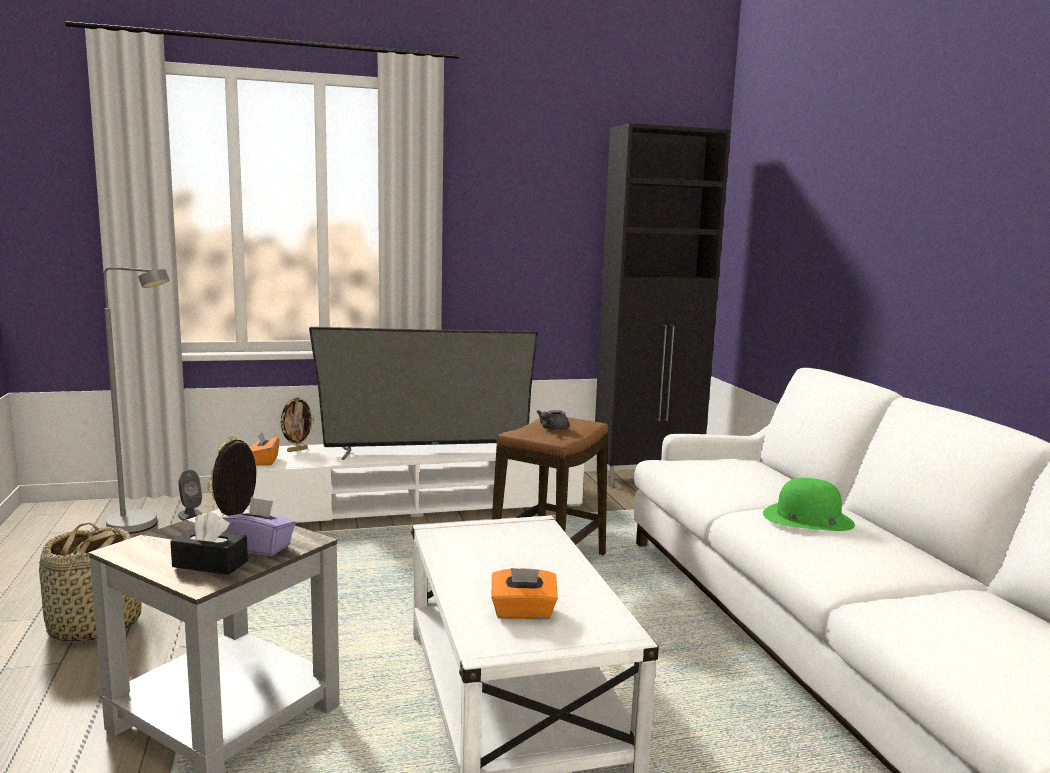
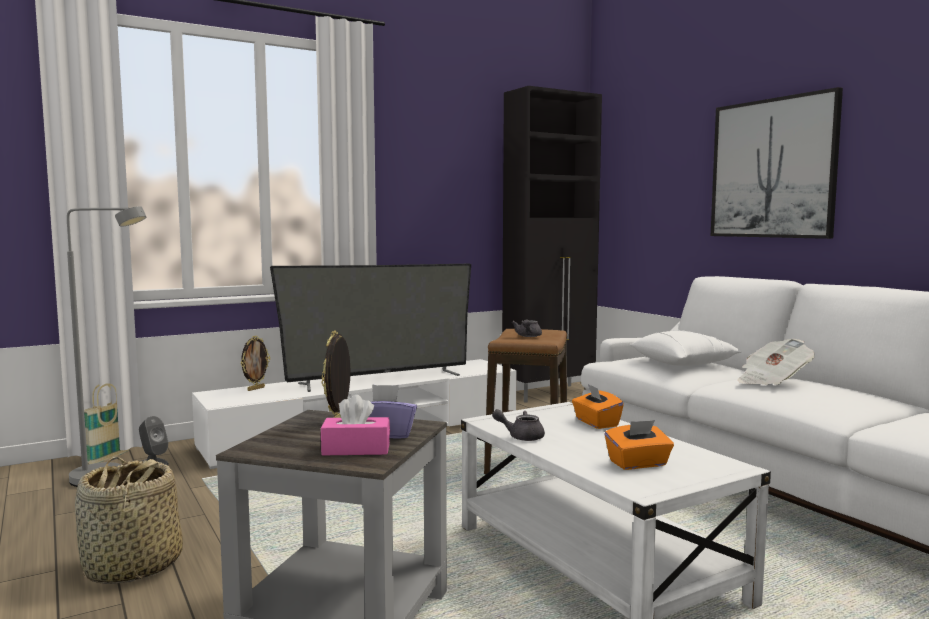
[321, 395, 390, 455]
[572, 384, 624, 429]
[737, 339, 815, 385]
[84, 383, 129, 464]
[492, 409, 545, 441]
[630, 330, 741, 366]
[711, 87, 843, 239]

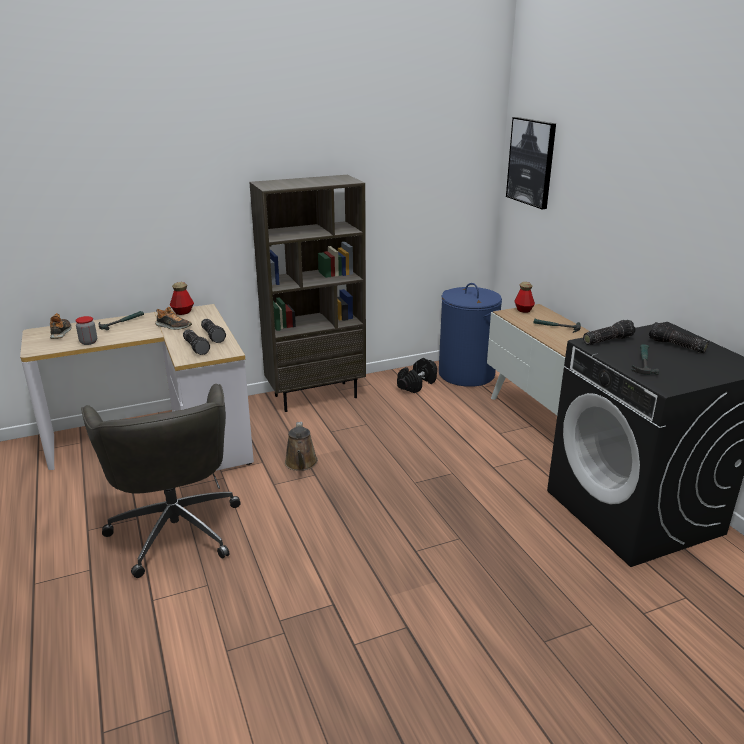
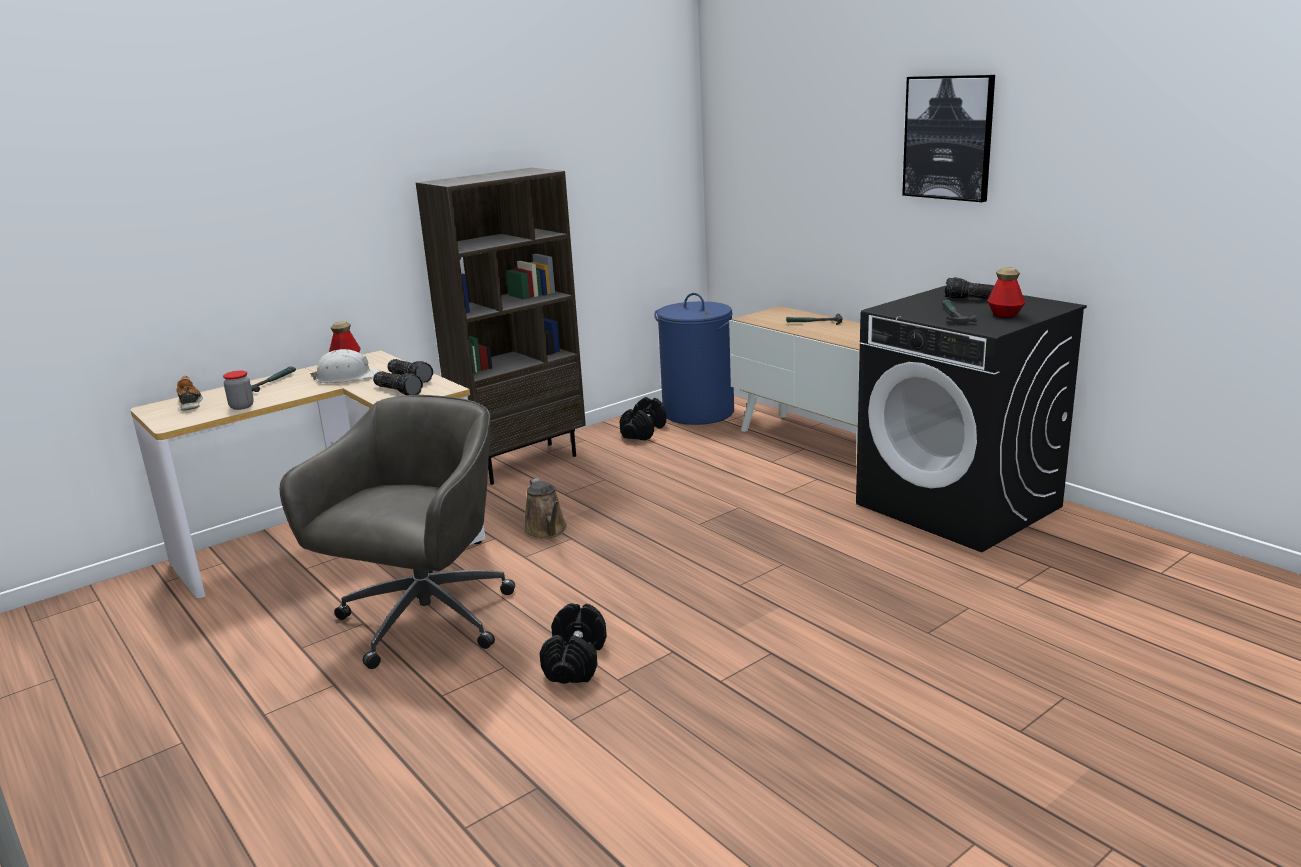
[280, 395, 515, 669]
[310, 349, 380, 383]
[902, 75, 995, 202]
[987, 267, 1025, 318]
[583, 320, 635, 345] (first image)
[540, 603, 607, 684]

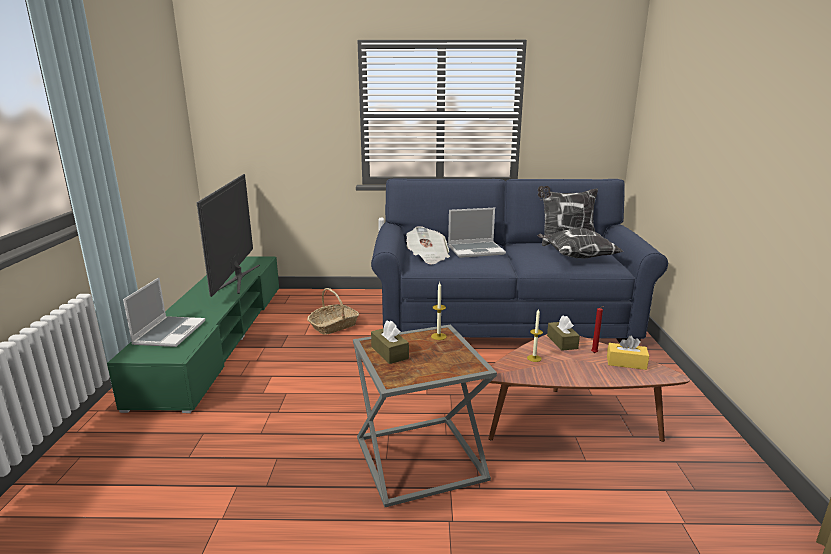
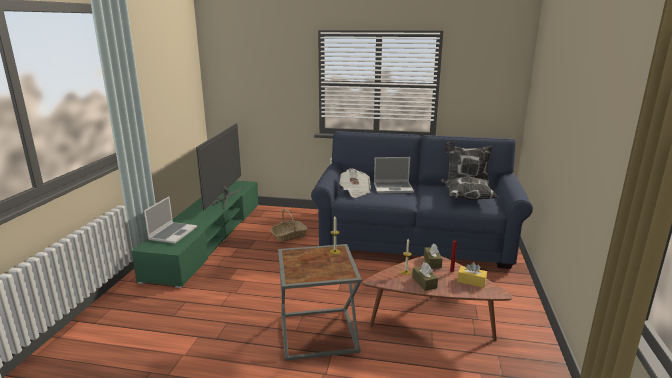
[412, 262, 438, 291]

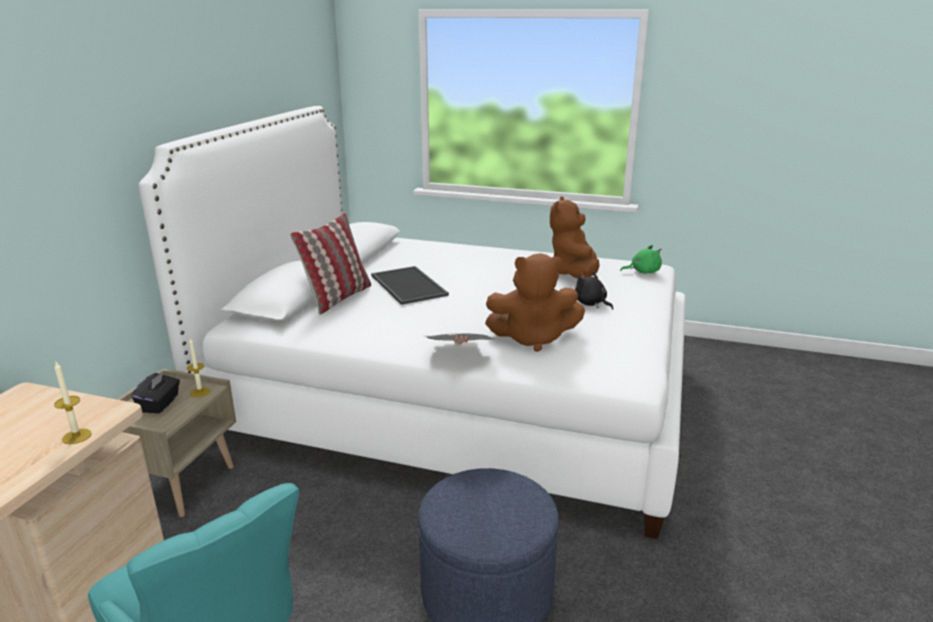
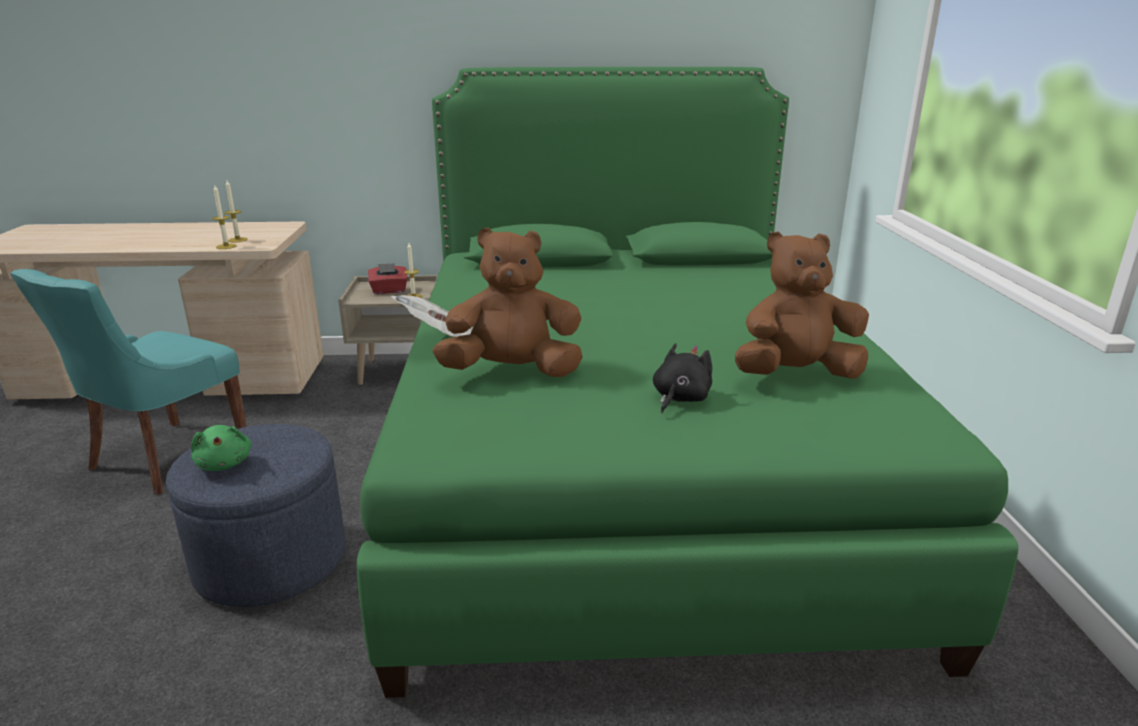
[368, 263, 408, 294]
[357, 67, 1018, 698]
[290, 213, 371, 315] (first image)
[371, 266, 449, 305] (first image)
[433, 227, 583, 377]
[191, 425, 251, 471]
[224, 180, 248, 243]

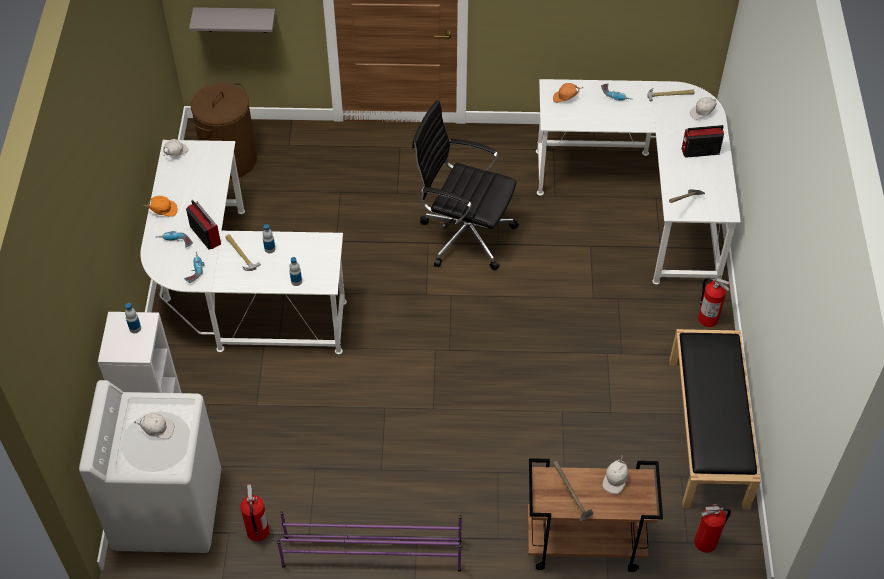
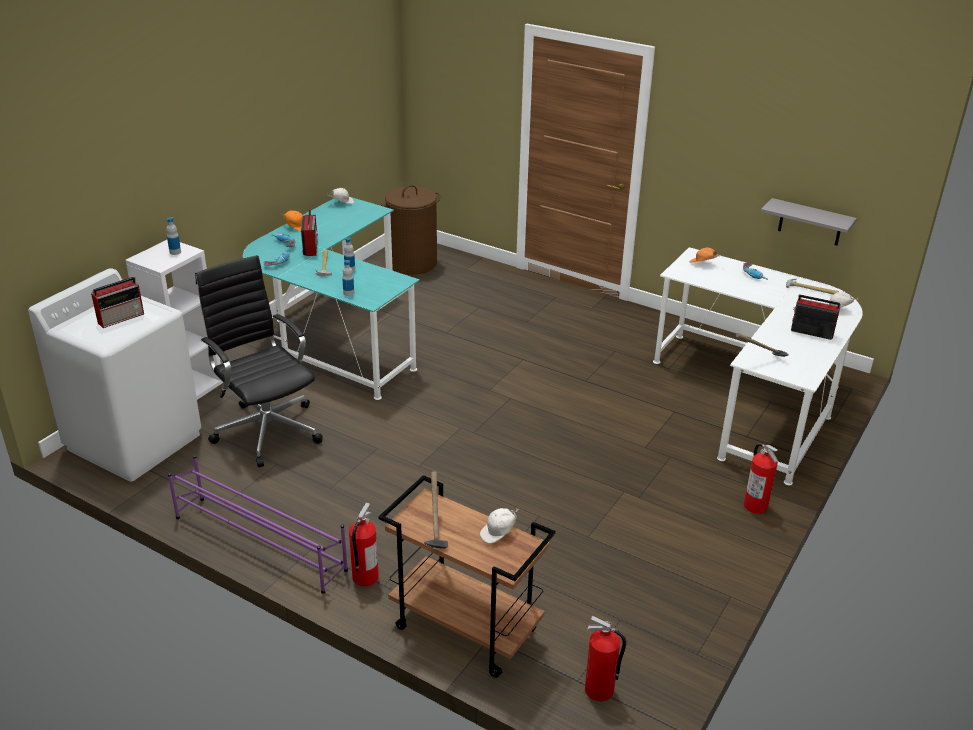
[91, 277, 144, 328]
[243, 197, 419, 400]
[761, 198, 857, 246]
[349, 502, 379, 587]
[195, 255, 323, 467]
[669, 329, 761, 509] (first image)

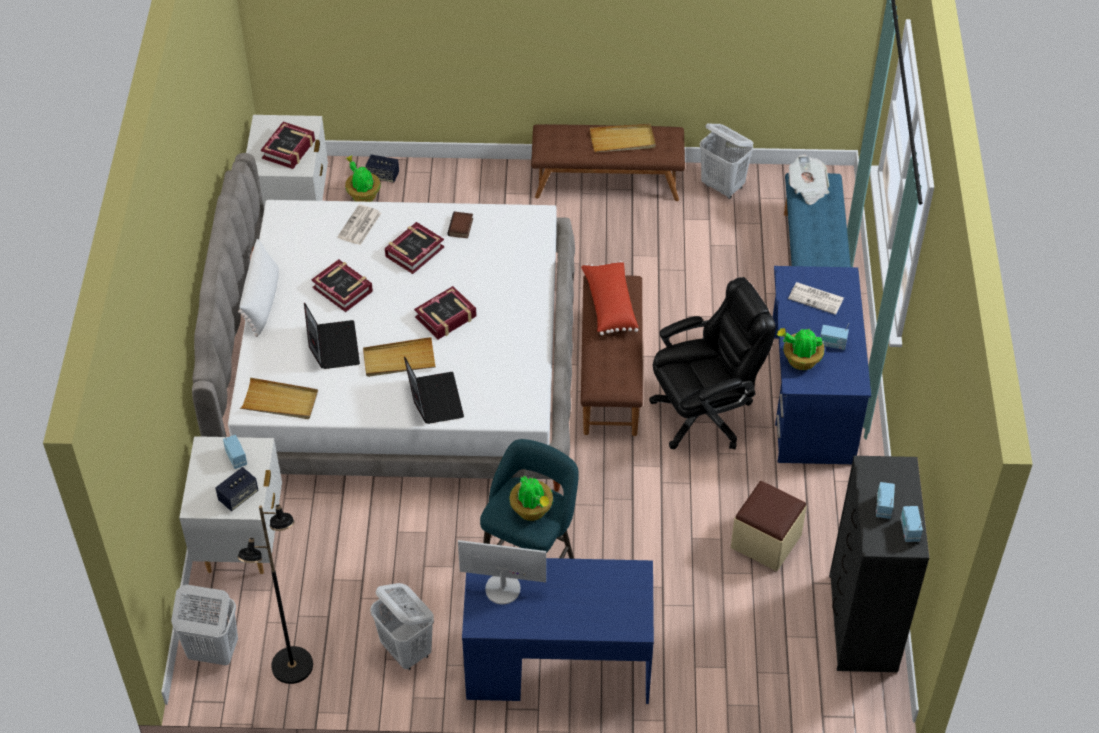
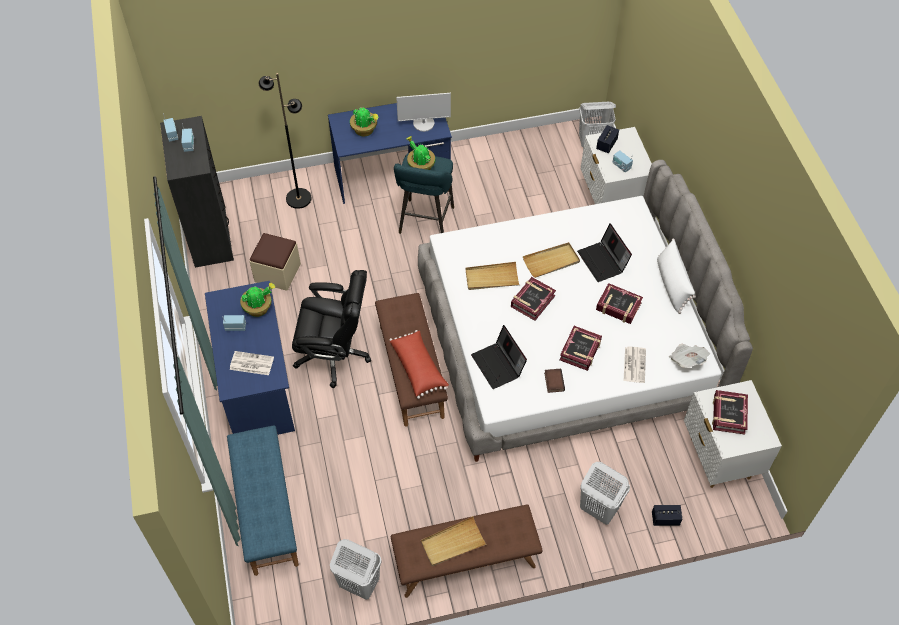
[258, 73, 312, 209]
[465, 262, 519, 290]
[350, 107, 379, 136]
[580, 462, 630, 525]
[471, 325, 527, 389]
[292, 270, 371, 388]
[669, 344, 710, 368]

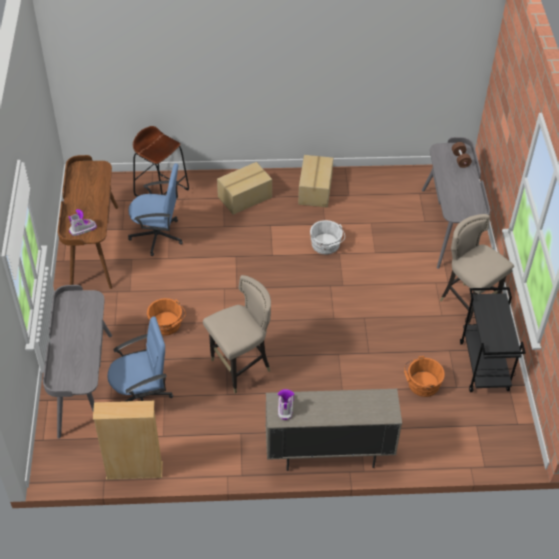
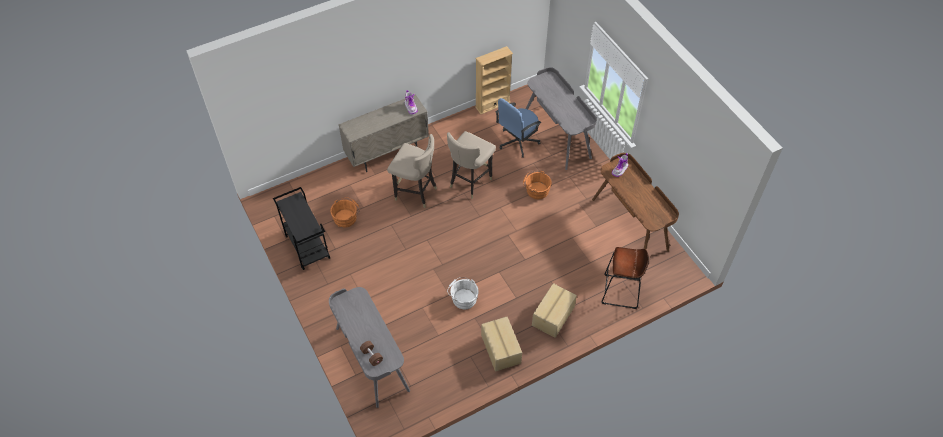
[128, 163, 183, 256] (first image)
[387, 134, 437, 208]

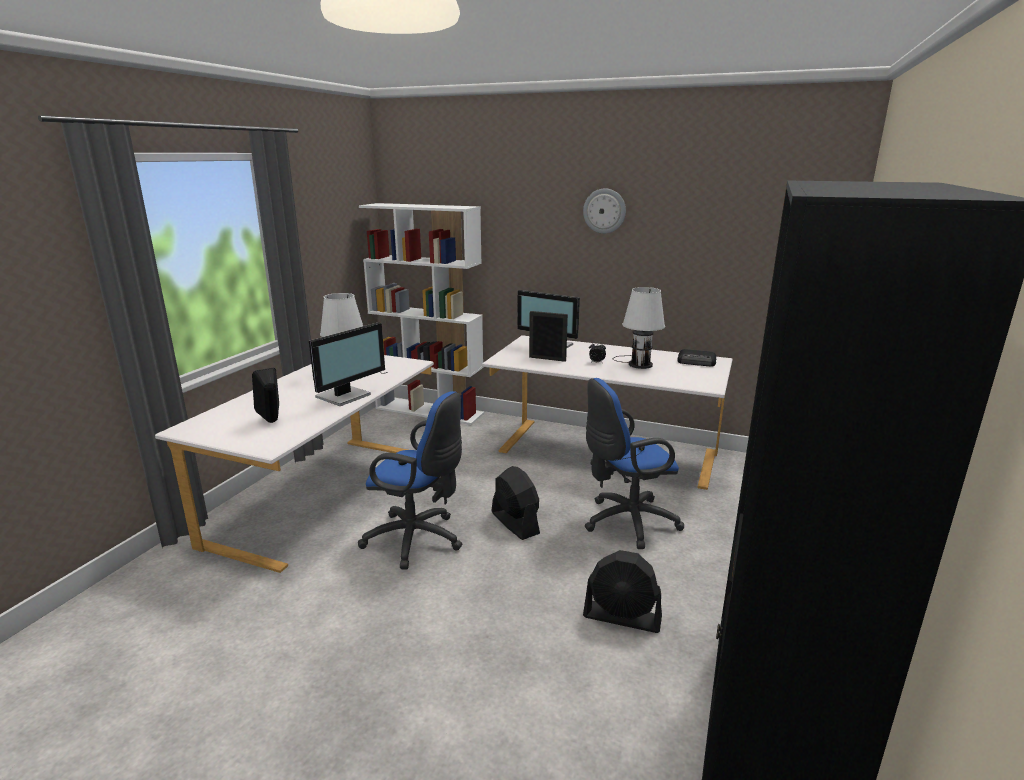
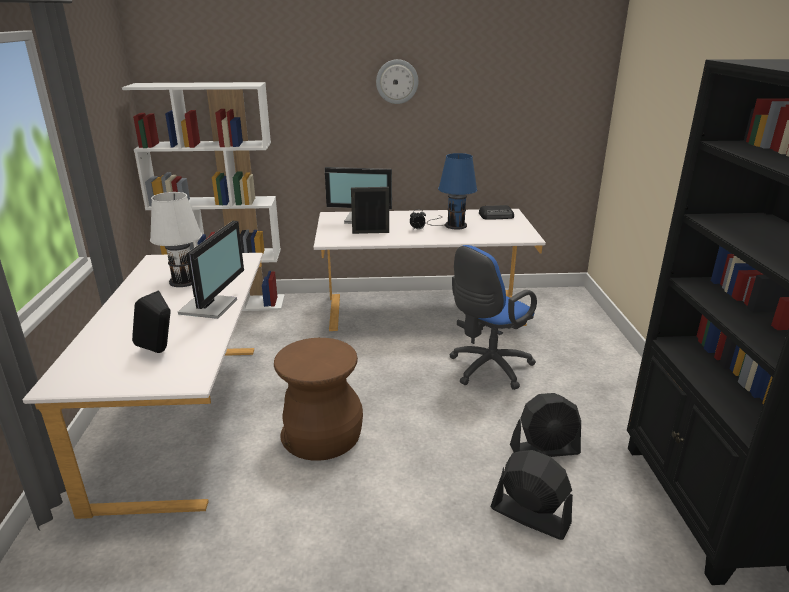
[274, 338, 363, 461]
[491, 450, 573, 540]
[427, 153, 477, 230]

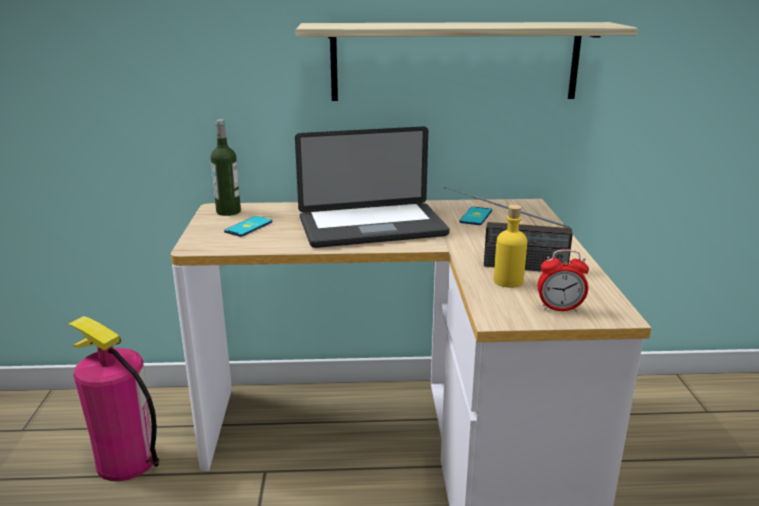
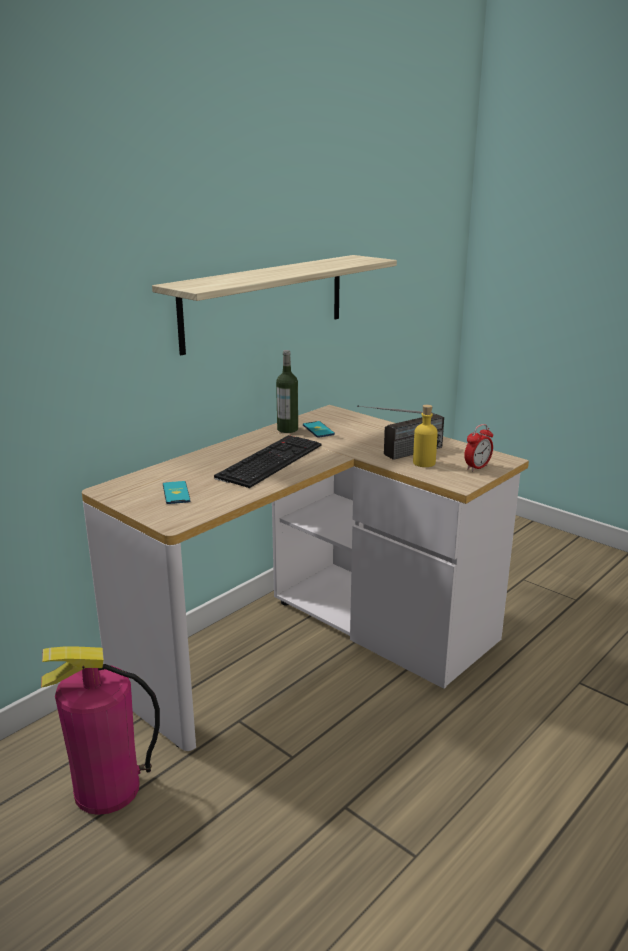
[276, 350, 298, 433]
[214, 435, 321, 488]

